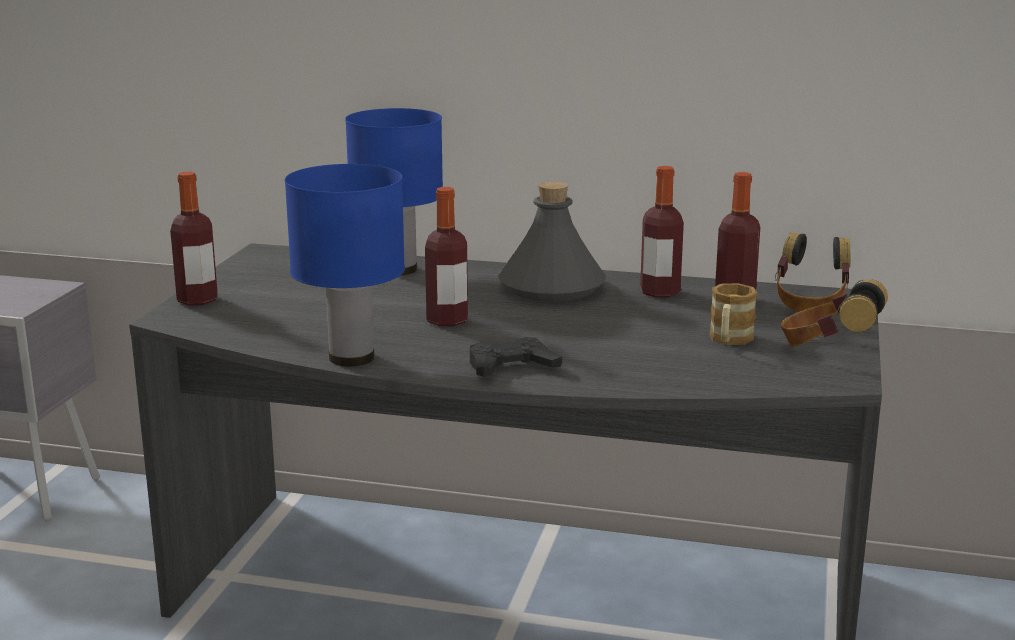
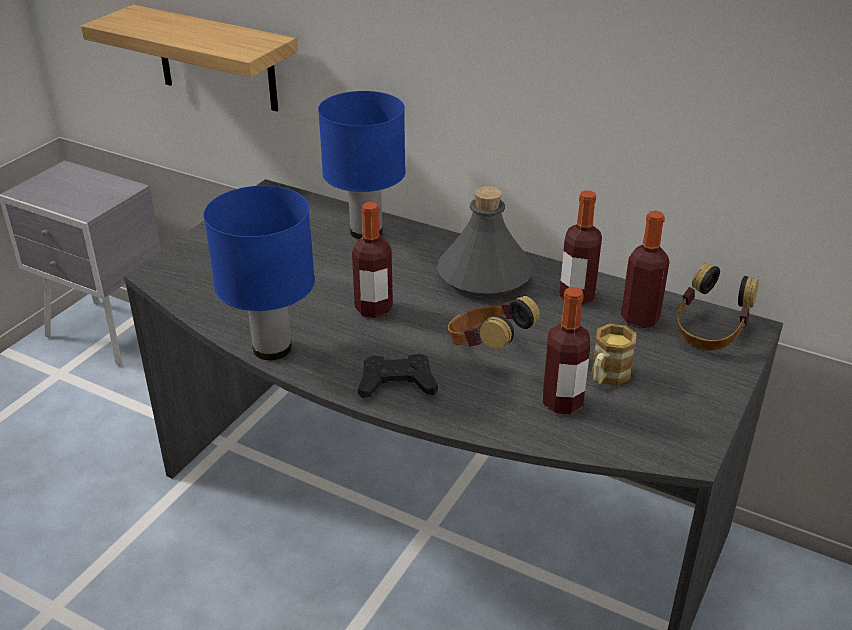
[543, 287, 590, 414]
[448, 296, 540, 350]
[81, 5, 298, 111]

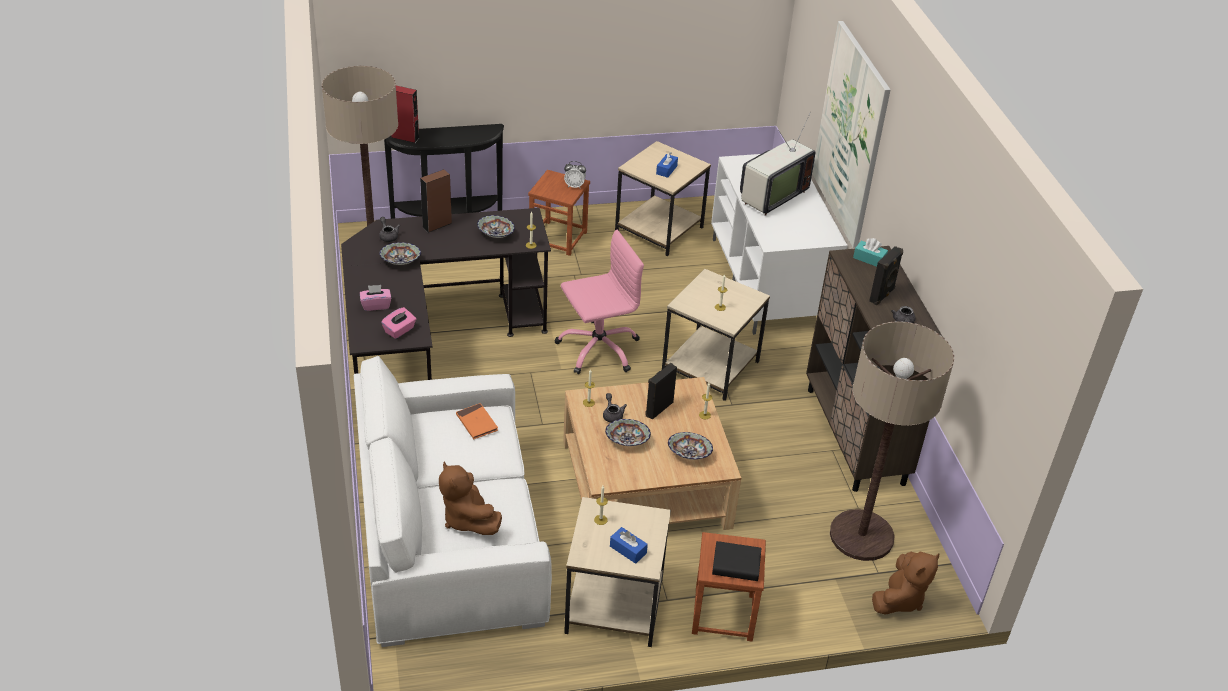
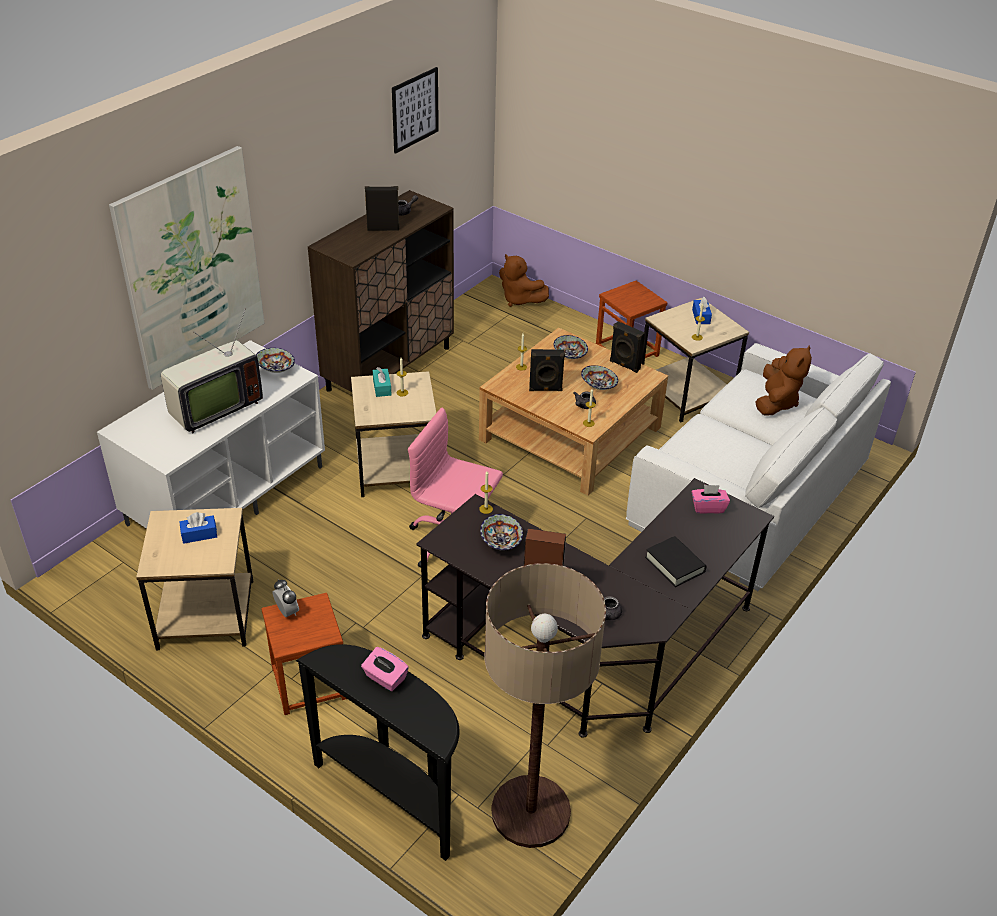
[361, 647, 409, 691]
[256, 348, 295, 373]
[391, 86, 419, 143] (first image)
[456, 403, 498, 439] (first image)
[645, 536, 706, 587]
[161, 308, 263, 434]
[830, 321, 954, 561] (first image)
[373, 367, 392, 397]
[499, 254, 549, 307]
[392, 67, 439, 154]
[610, 321, 645, 373]

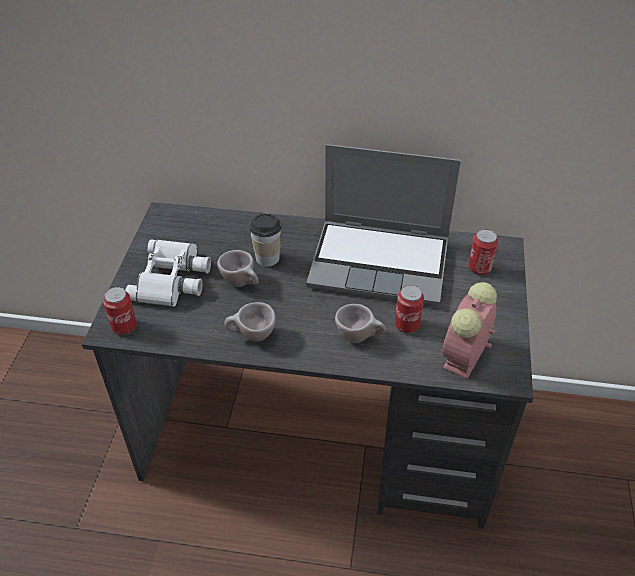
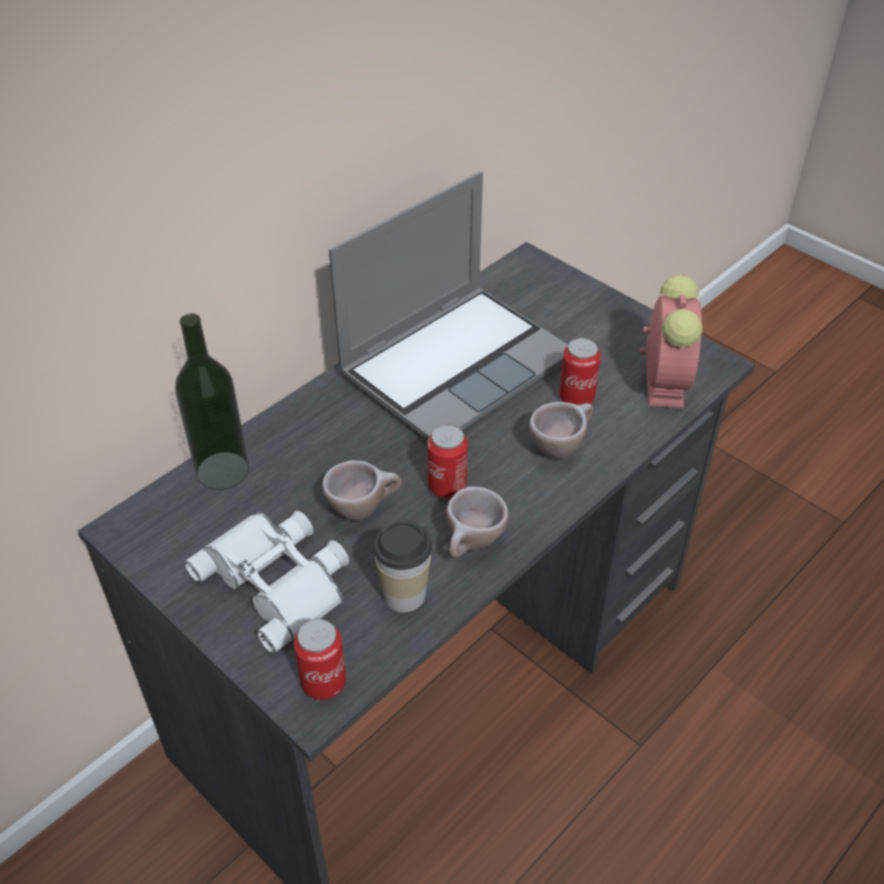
[373, 521, 432, 612]
[639, 275, 703, 408]
[427, 424, 468, 498]
[175, 313, 249, 490]

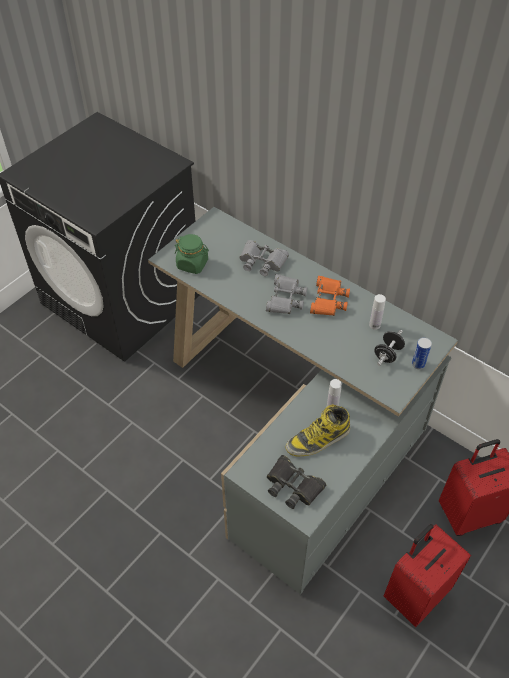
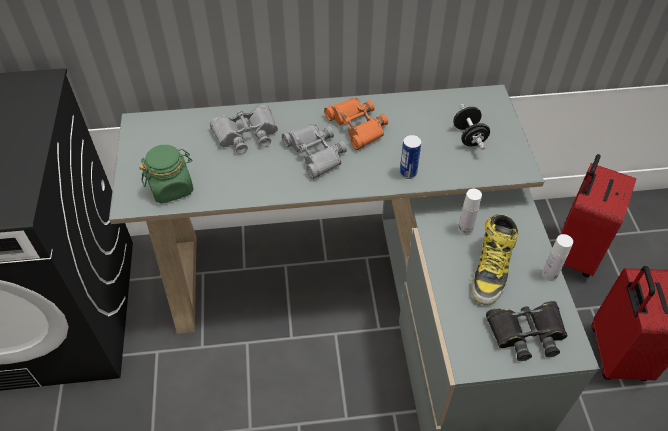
[542, 234, 573, 281]
[400, 135, 422, 179]

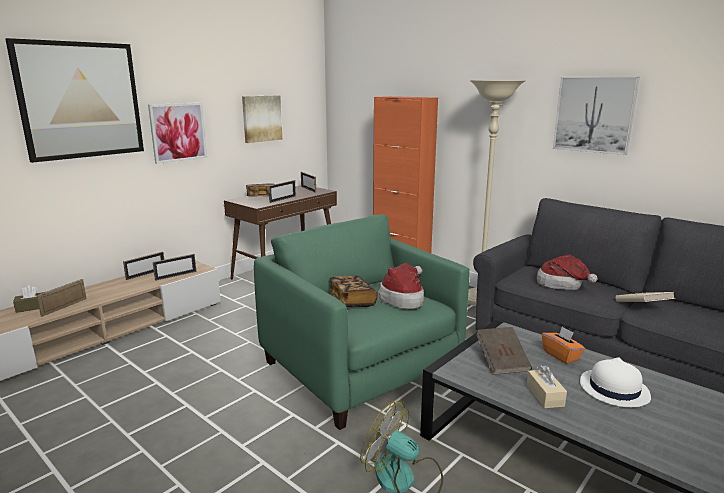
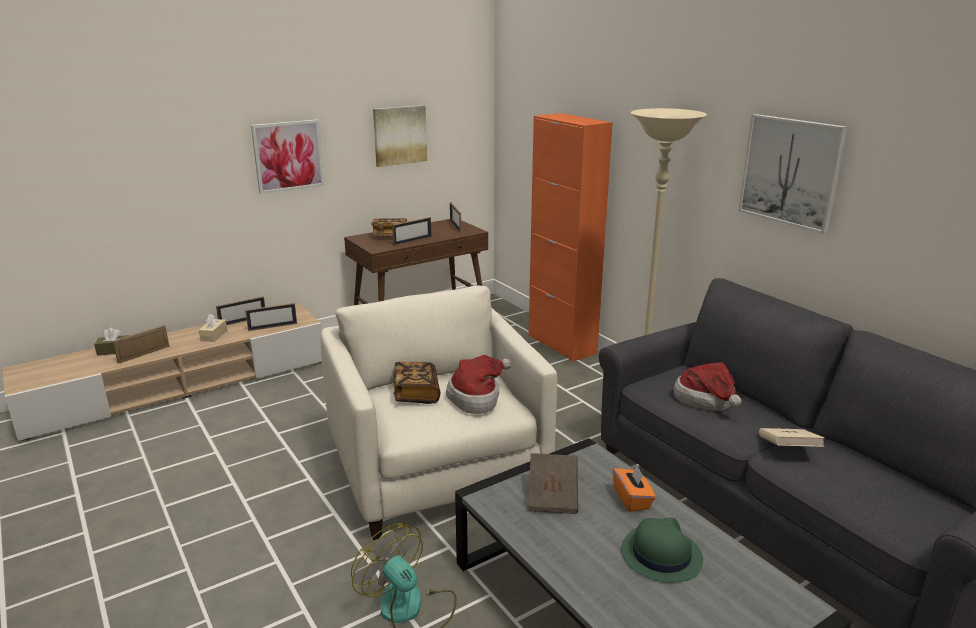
[5, 38, 144, 163] (first image)
[320, 285, 557, 540]
[199, 314, 227, 342]
[621, 517, 703, 583]

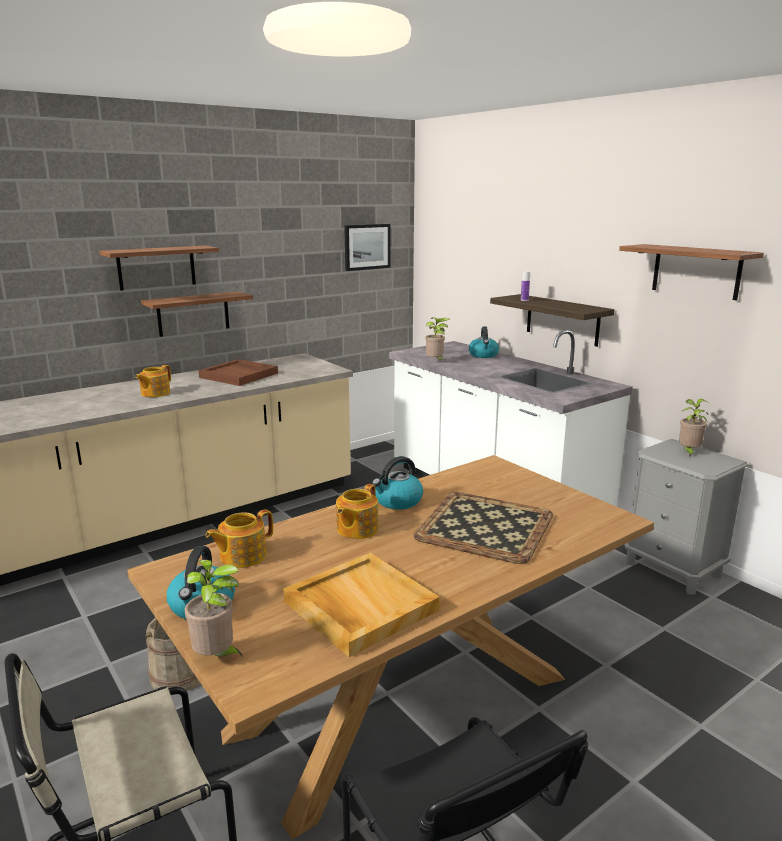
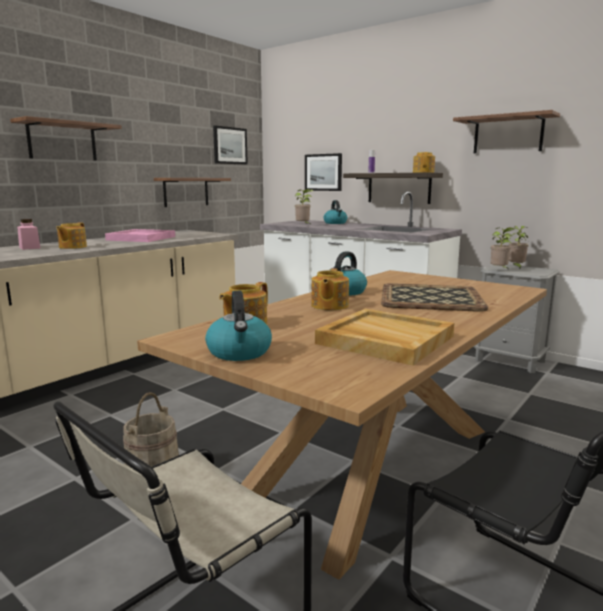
[154, 178, 231, 207]
[491, 227, 515, 269]
[105, 229, 175, 242]
[17, 219, 40, 250]
[305, 153, 342, 191]
[413, 152, 435, 173]

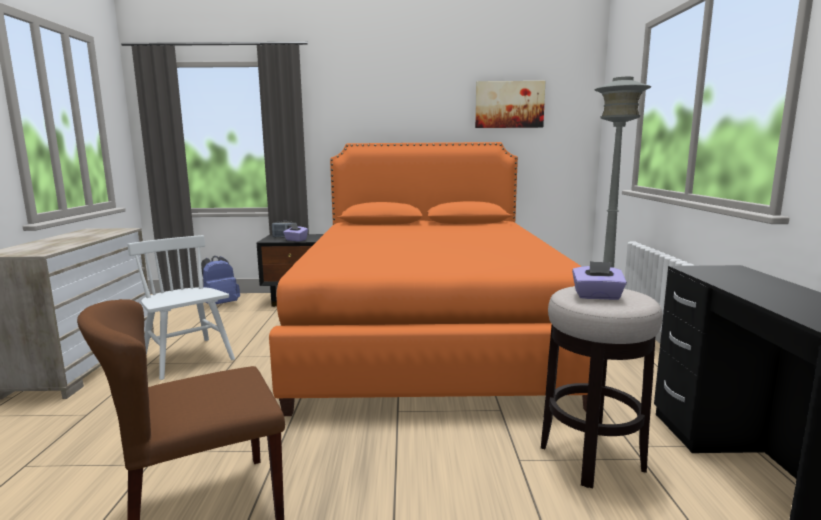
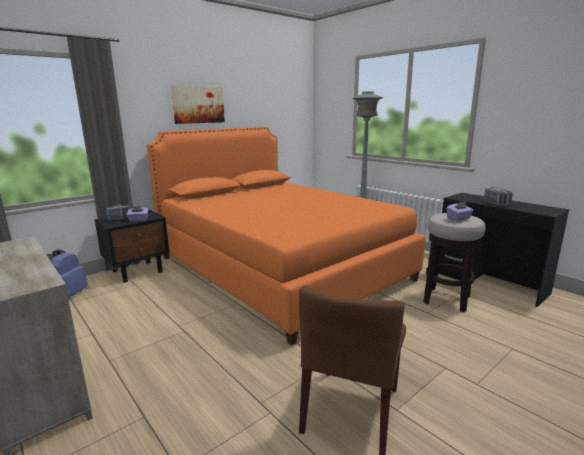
[127, 235, 235, 380] (first image)
[171, 85, 225, 124]
[483, 188, 513, 207]

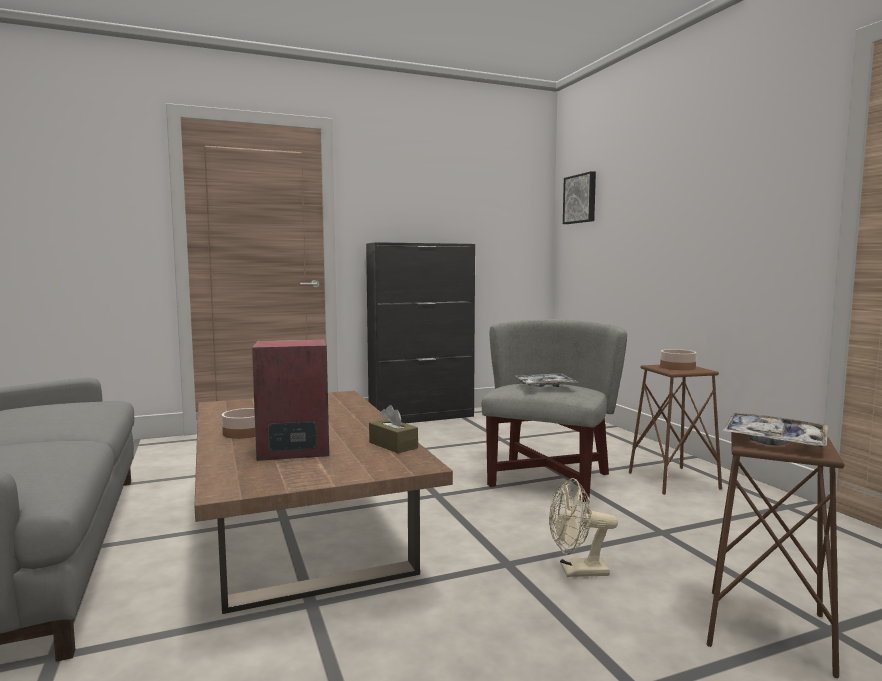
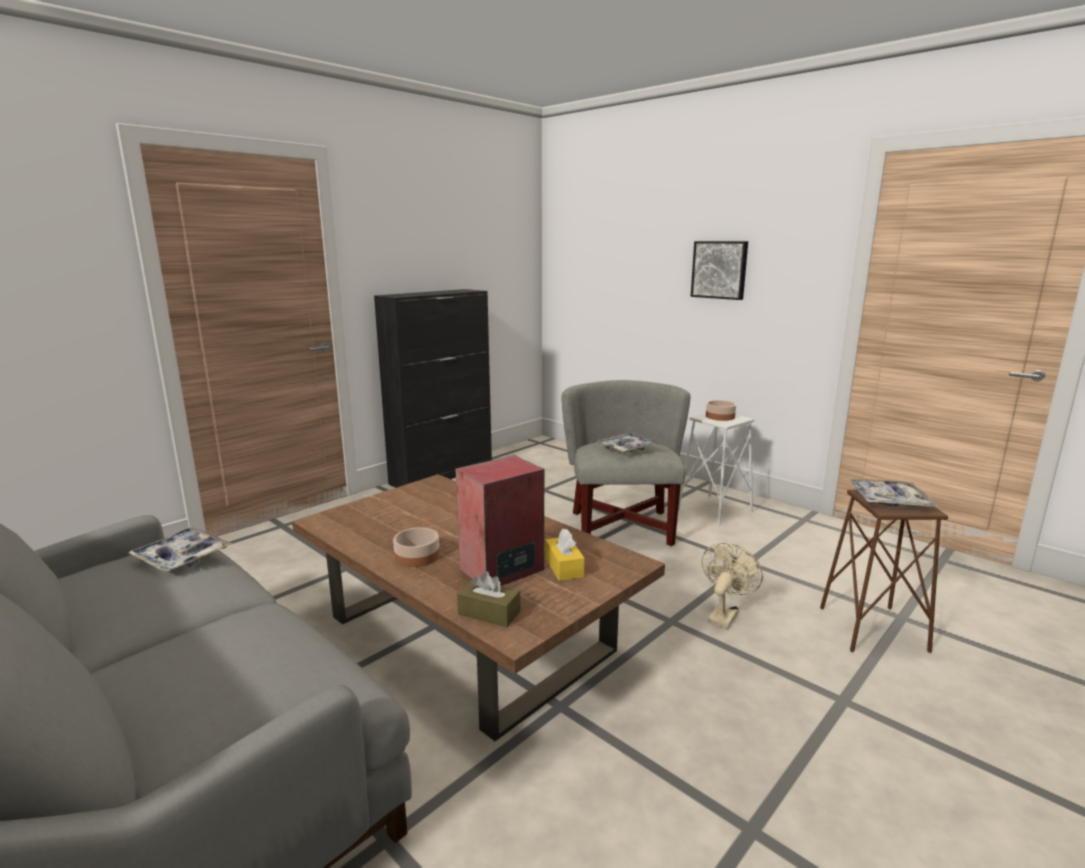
[457, 572, 520, 627]
[702, 543, 763, 629]
[691, 241, 748, 300]
[678, 413, 754, 526]
[128, 528, 232, 571]
[545, 529, 585, 581]

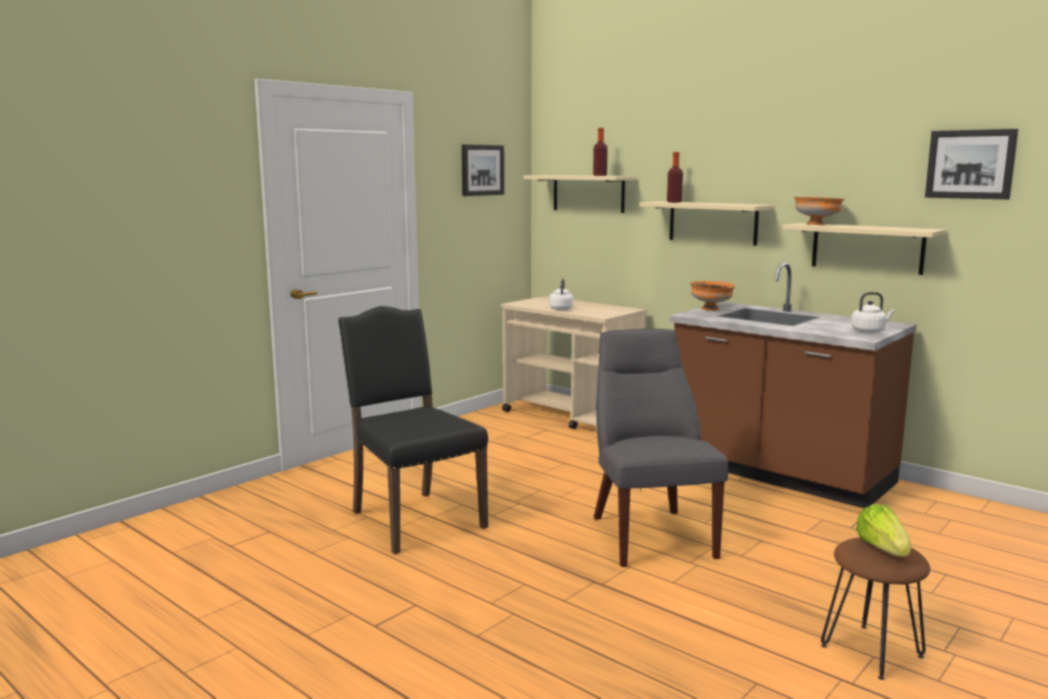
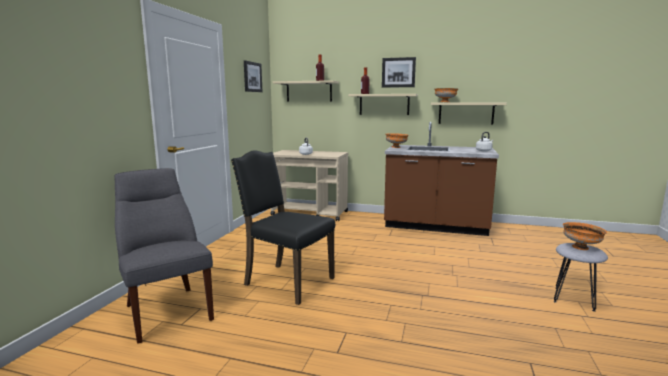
[114, 168, 214, 344]
[553, 243, 608, 312]
[563, 222, 607, 250]
[382, 57, 416, 88]

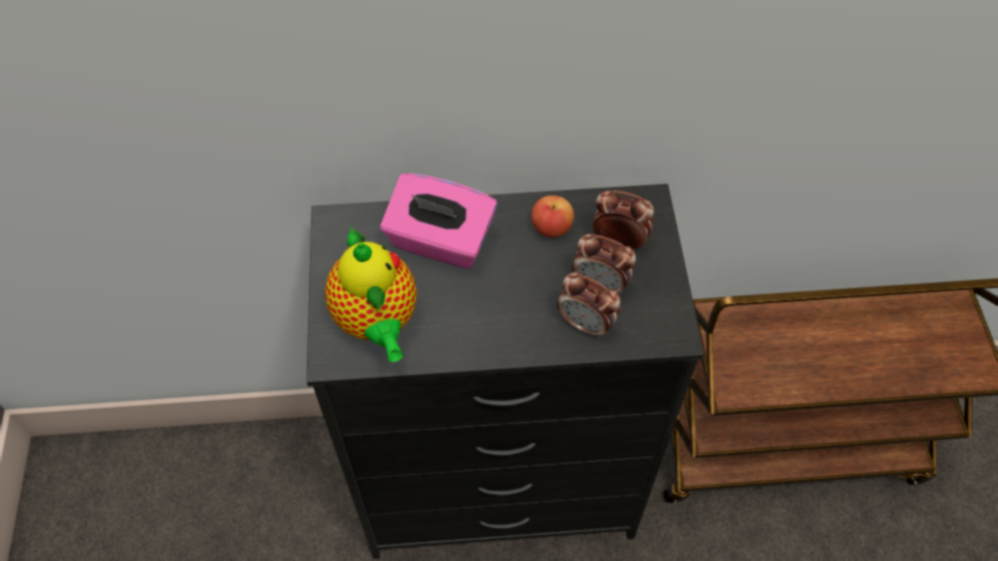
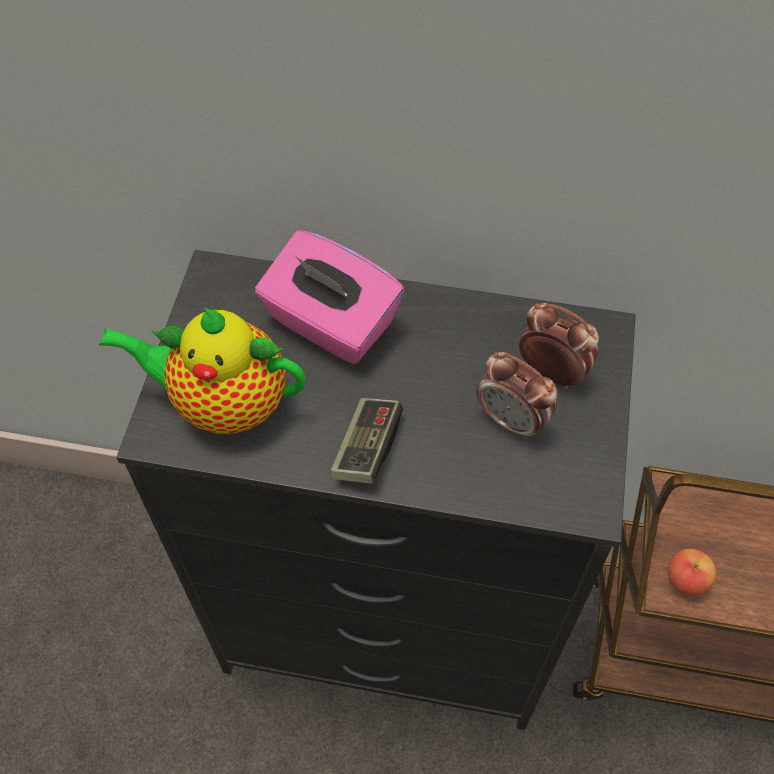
[99, 307, 305, 434]
[668, 549, 716, 596]
[557, 272, 621, 339] (first image)
[330, 398, 403, 484]

